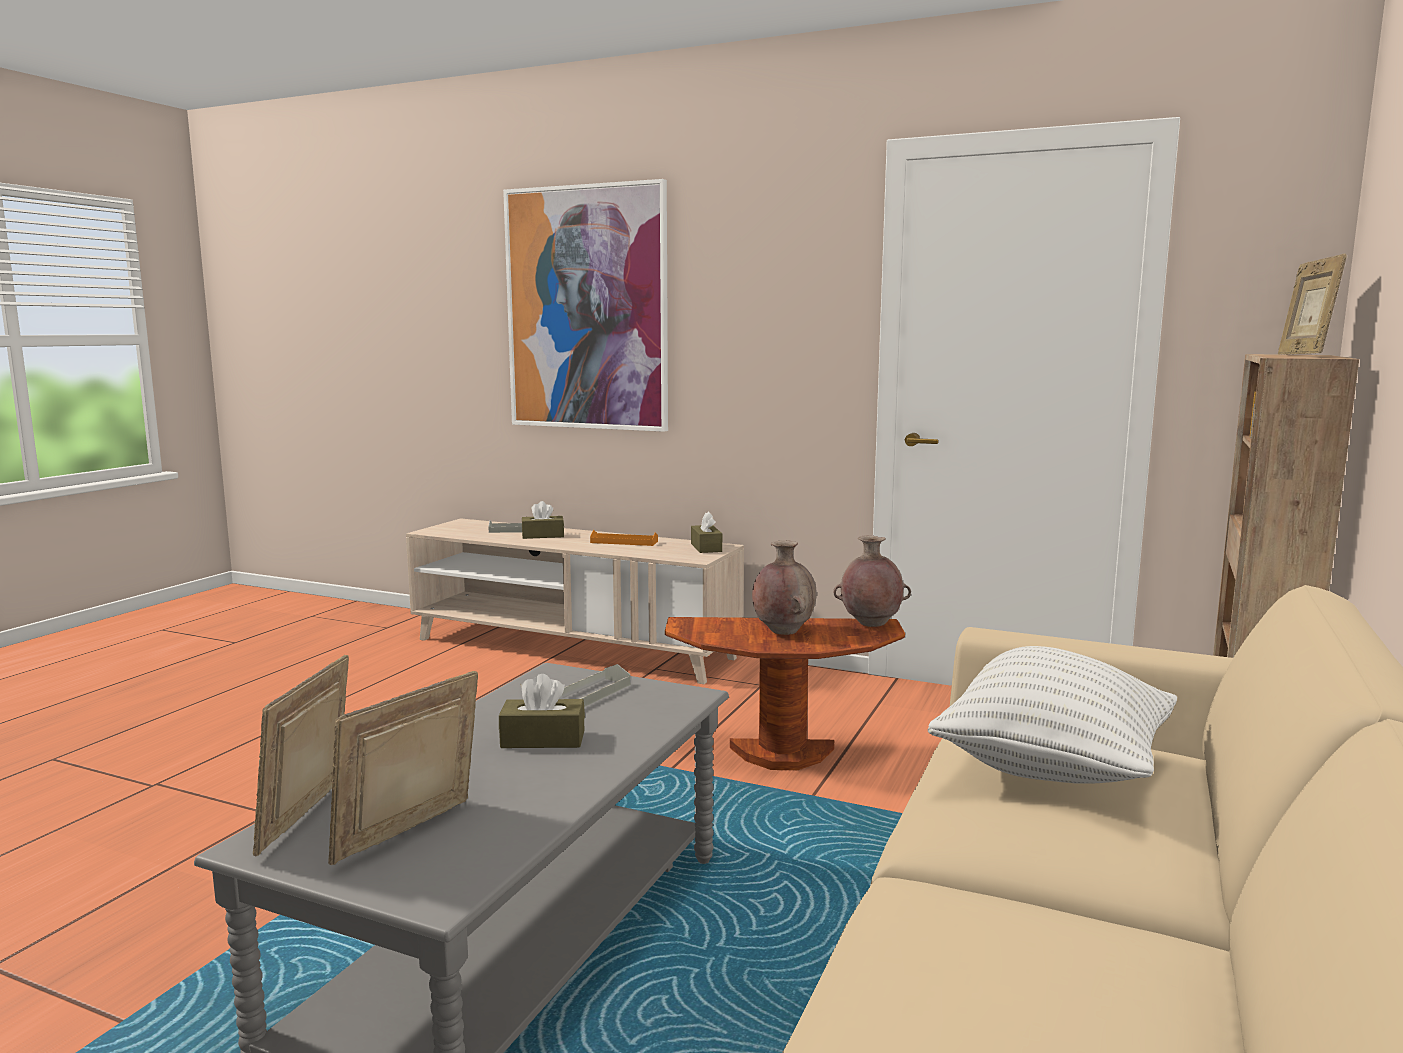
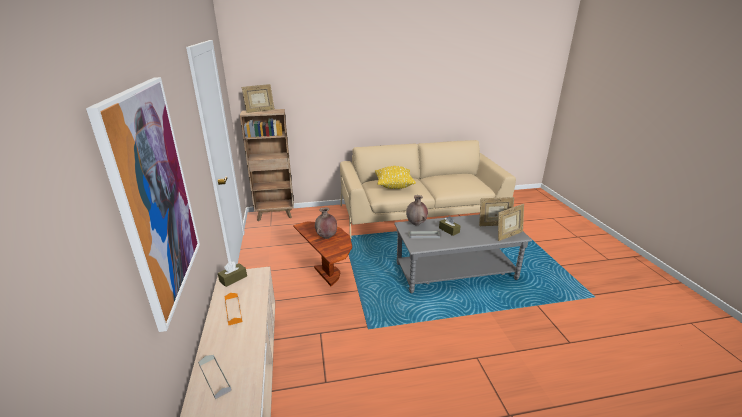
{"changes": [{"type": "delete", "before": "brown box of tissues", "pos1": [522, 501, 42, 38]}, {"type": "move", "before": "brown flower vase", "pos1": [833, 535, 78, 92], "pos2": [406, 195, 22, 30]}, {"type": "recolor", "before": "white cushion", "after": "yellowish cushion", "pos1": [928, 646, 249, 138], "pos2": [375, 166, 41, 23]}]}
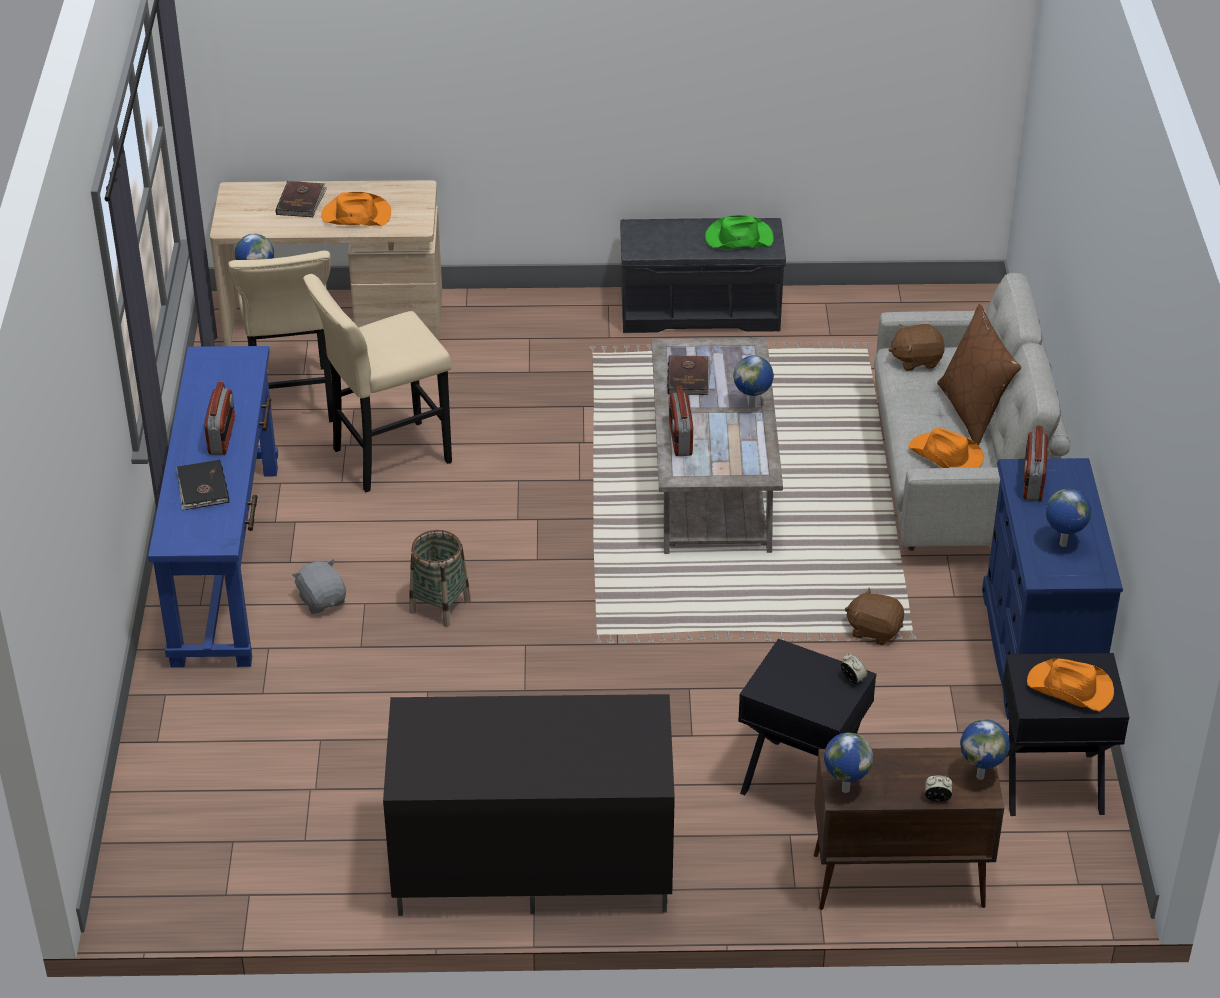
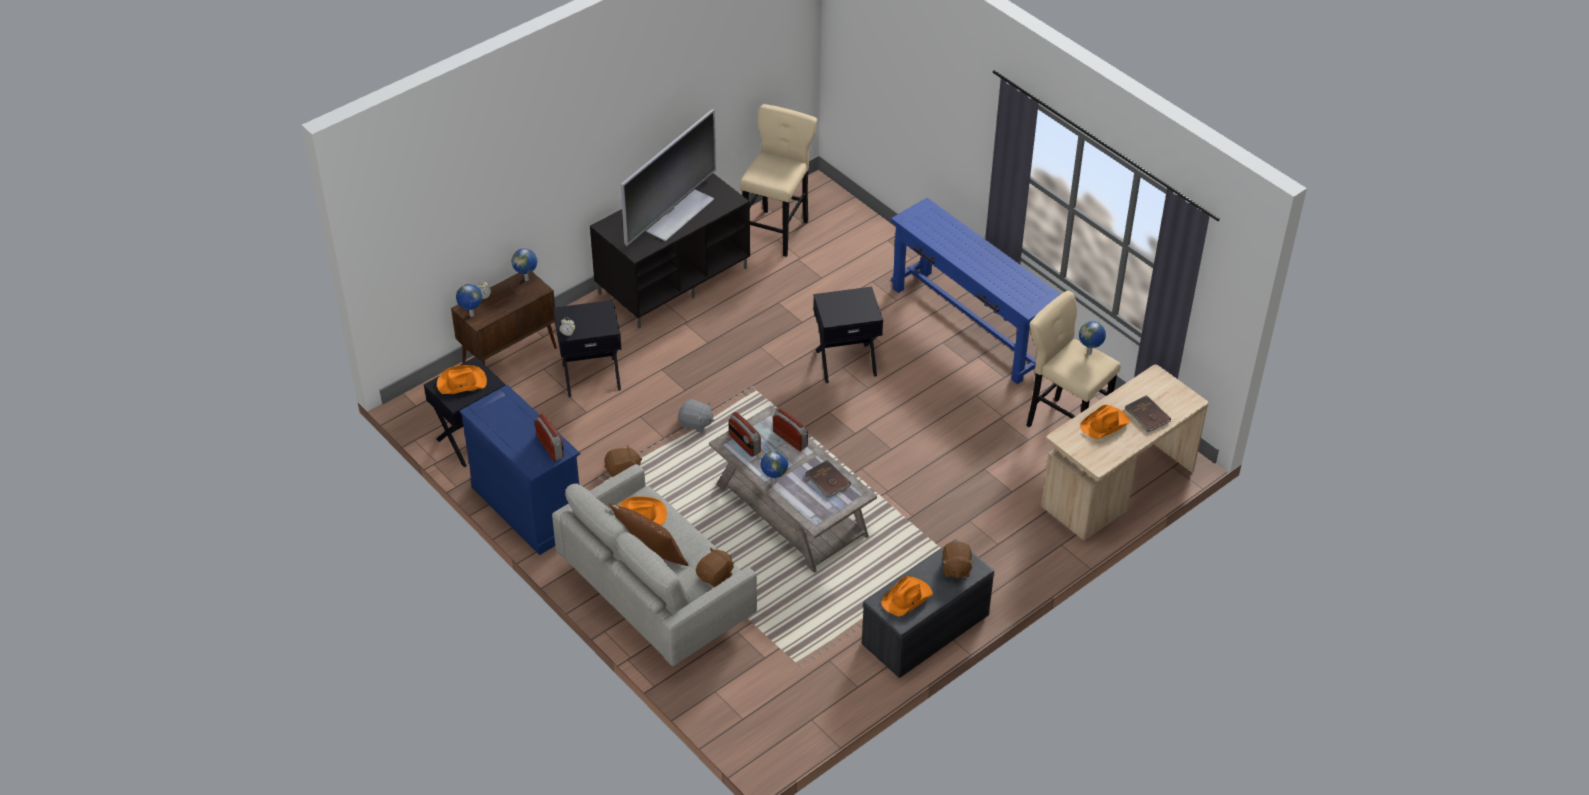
{"changes": [{"type": "delete", "before": "black bound book", "pos1": [176, 460, 53, 50]}, {"type": "delete", "before": "globe", "pos1": [1045, 489, 47, 58]}, {"type": "insert", "after": "television", "pos2": [621, 109, 95, 137]}, {"type": "insert", "after": "brown soft toy", "pos2": [942, 542, 32, 36]}, {"type": "move", "before": "radio", "pos1": [205, 382, 30, 73], "pos2": [729, 412, 32, 45]}, {"type": "move", "before": "gray soft toy", "pos1": [292, 559, 54, 55], "pos2": [678, 399, 36, 34]}, {"type": "move", "before": "sand-coloured sitting stool", "pos1": [303, 274, 149, 218], "pos2": [740, 104, 77, 153]}, {"type": "replace", "before": "basket", "after": "black end table", "pos1": [409, 530, 62, 97], "pos2": [813, 287, 70, 96]}, {"type": "recolor", "before": "green-coloured wearable hat", "after": "orange wearable hat", "pos1": [705, 215, 69, 34], "pos2": [881, 576, 52, 40]}]}
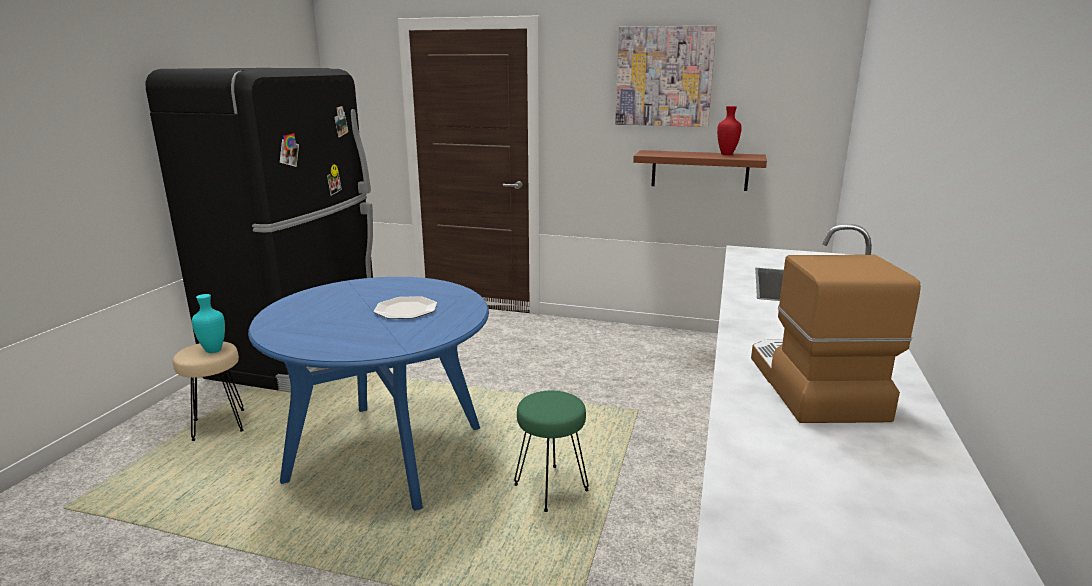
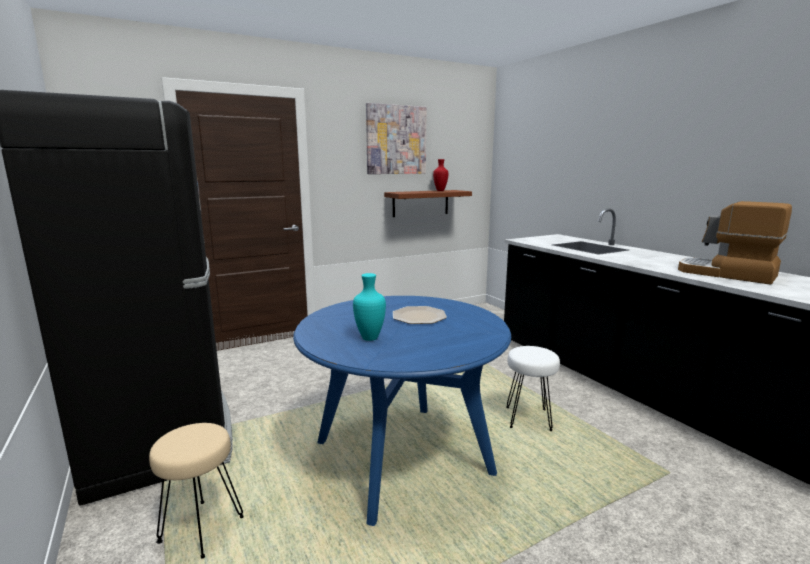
{"changes": [{"type": "move", "before": "blue-green flower vase", "pos1": [192, 294, 33, 59], "pos2": [353, 273, 33, 68]}, {"type": "recolor", "before": "green-coloured sitting stool", "after": "white sitting stool", "pos1": [514, 391, 75, 121], "pos2": [506, 346, 54, 85]}]}
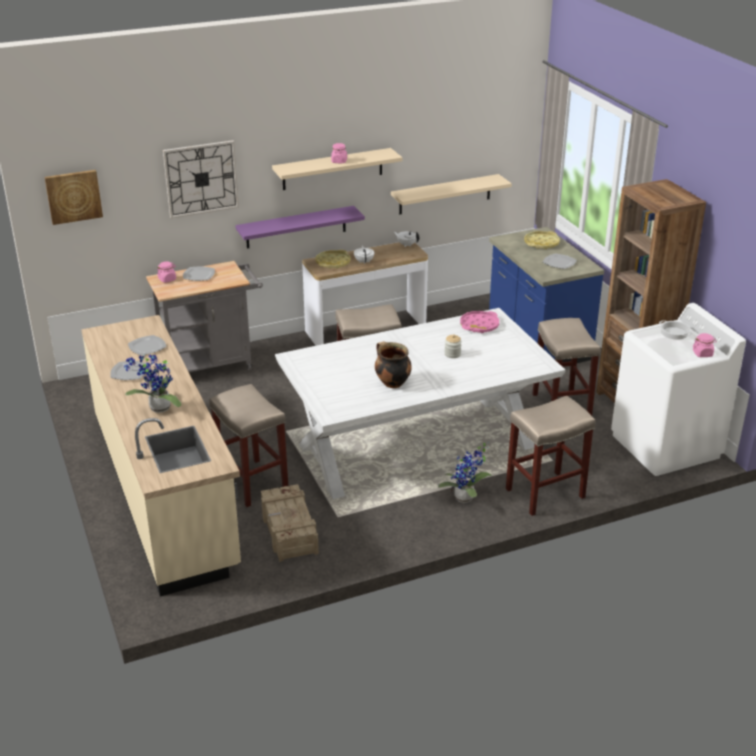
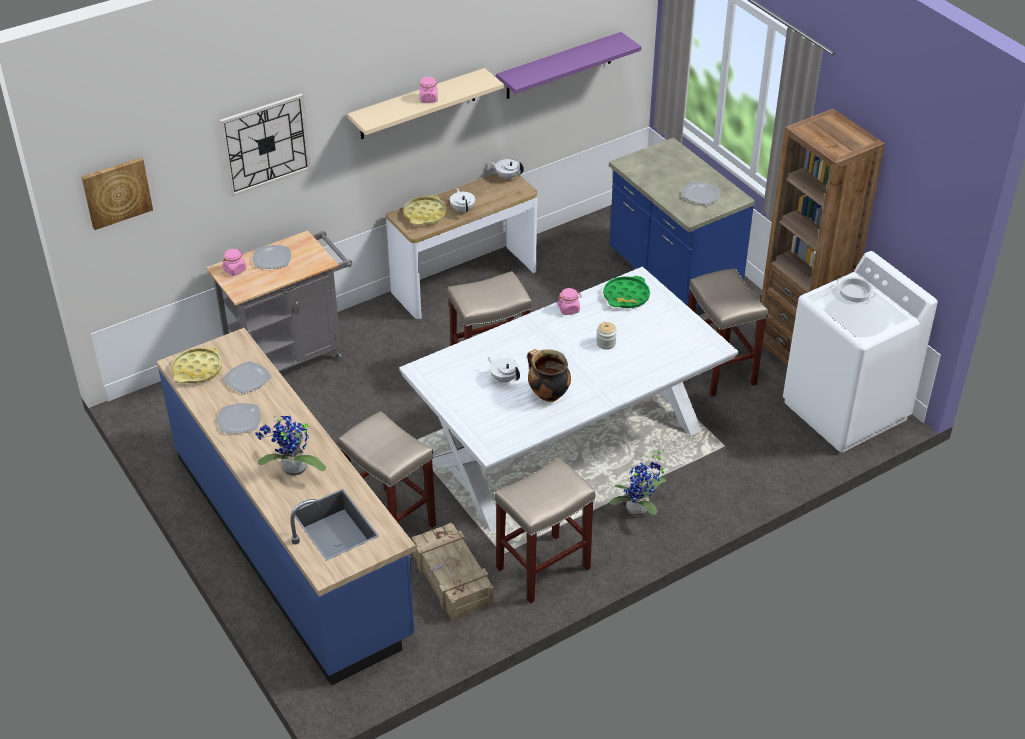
{"changes": [{"type": "delete", "before": "sand-coloured wall shelf", "pos1": [391, 174, 121, 40]}, {"type": "insert", "after": "white pot for tea", "pos2": [487, 357, 33, 25]}, {"type": "move", "before": "purple wall shelf", "pos1": [235, 206, 130, 43], "pos2": [496, 32, 145, 67]}, {"type": "move", "before": "sand-coloured sitting stool", "pos1": [506, 396, 89, 120], "pos2": [495, 458, 100, 145]}, {"type": "move", "before": "yellowish tray", "pos1": [524, 231, 36, 18], "pos2": [172, 347, 50, 37]}, {"type": "move", "before": "pink storage jar", "pos1": [693, 333, 24, 24], "pos2": [557, 288, 25, 27]}, {"type": "recolor", "before": "sand-coloured kitchen counter", "after": "blue-coloured kitchen counter", "pos1": [81, 315, 160, 282], "pos2": [156, 328, 260, 357]}, {"type": "recolor", "before": "pink tray", "after": "green-coloured tray", "pos1": [460, 311, 39, 22], "pos2": [603, 276, 47, 32]}]}
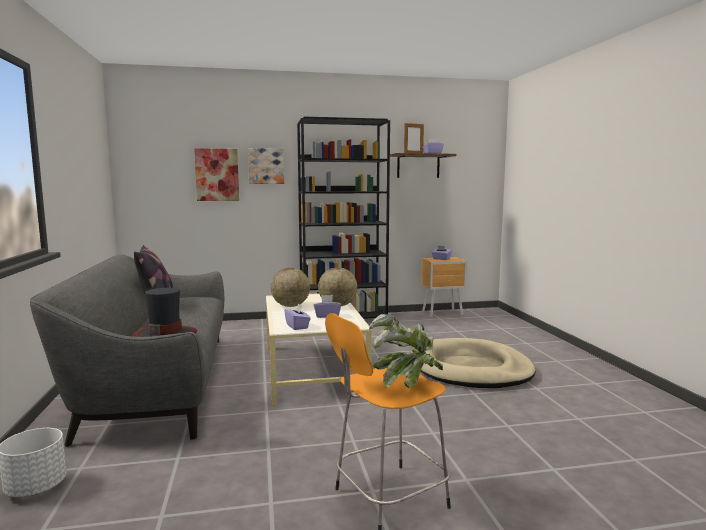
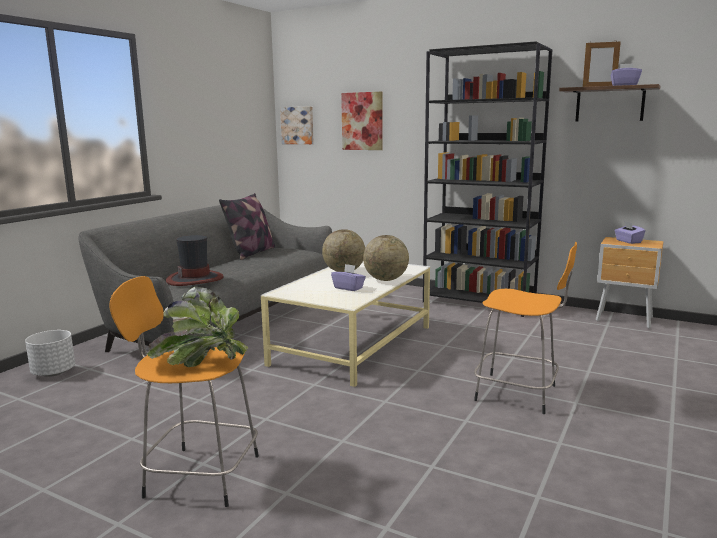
{"changes": [{"type": "delete", "before": "purple box of tissues", "pos1": [284, 303, 27, 27]}, {"type": "move", "before": "wall art", "pos1": [248, 148, 36, 36], "pos2": [280, 107, 34, 37]}, {"type": "replace", "before": "sand-coloured pet bed", "after": "orange sitting stool", "pos1": [411, 338, 125, 50], "pos2": [474, 242, 103, 172]}]}
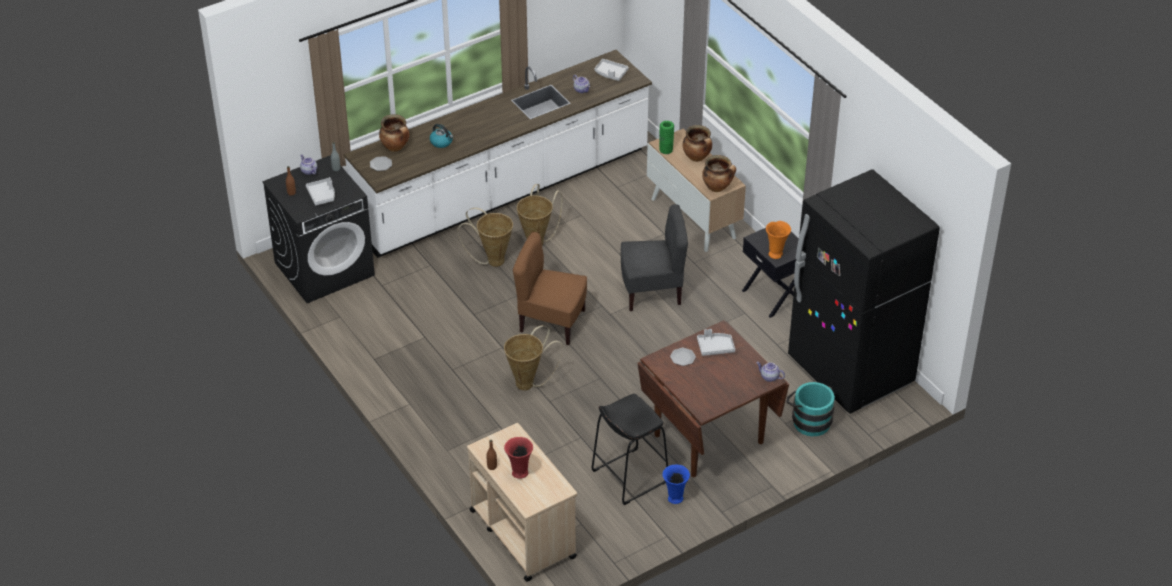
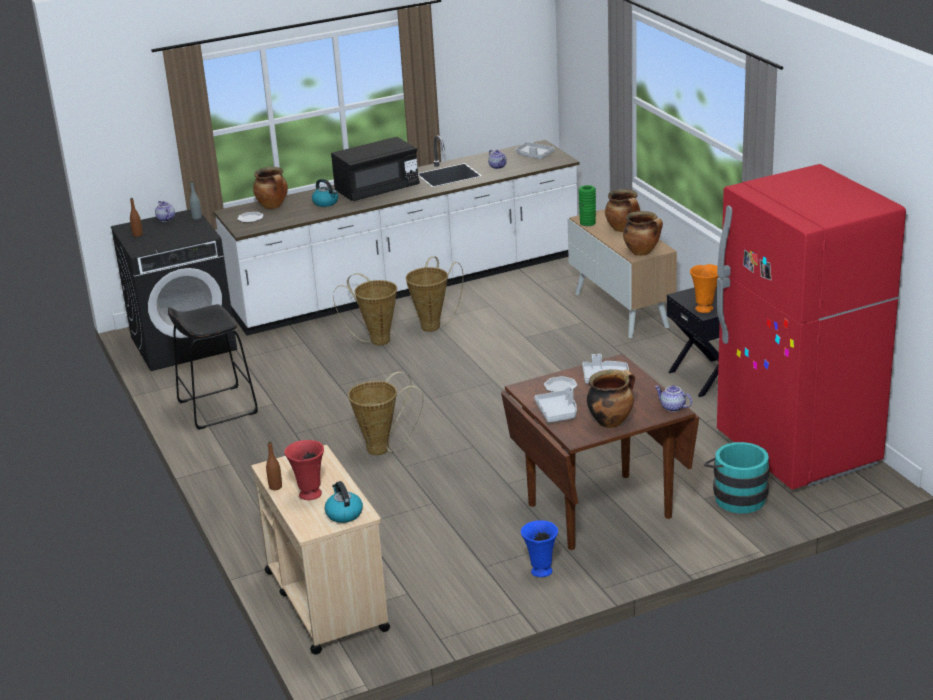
{"changes": [{"type": "delete", "before": "brown upright chair", "pos1": [513, 232, 74, 113]}, {"type": "delete", "before": "gray upright chair", "pos1": [621, 204, 67, 107]}, {"type": "insert", "after": "water kettle", "pos2": [325, 481, 38, 42]}, {"type": "insert", "after": "black microwave", "pos2": [331, 137, 89, 64]}, {"type": "insert", "after": "saucepot", "pos2": [587, 369, 48, 59]}, {"type": "move", "before": "gray tray", "pos1": [306, 177, 29, 29], "pos2": [534, 387, 43, 36]}, {"type": "move", "before": "black sitting stool", "pos1": [592, 394, 76, 111], "pos2": [168, 304, 90, 126]}, {"type": "recolor", "before": "black fridge", "after": "reddish fridge", "pos1": [788, 169, 152, 245], "pos2": [717, 164, 189, 326]}]}
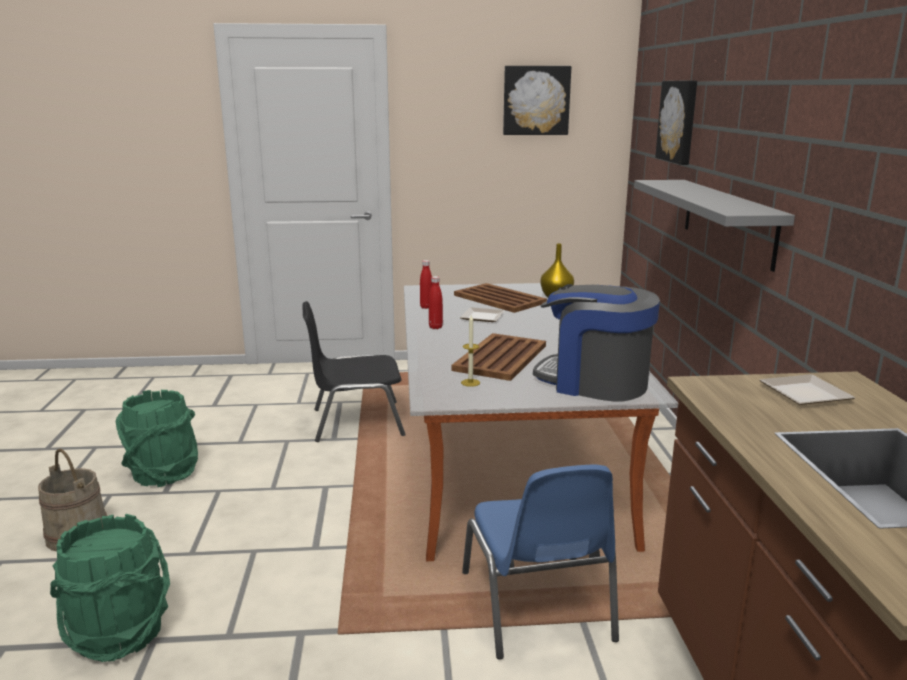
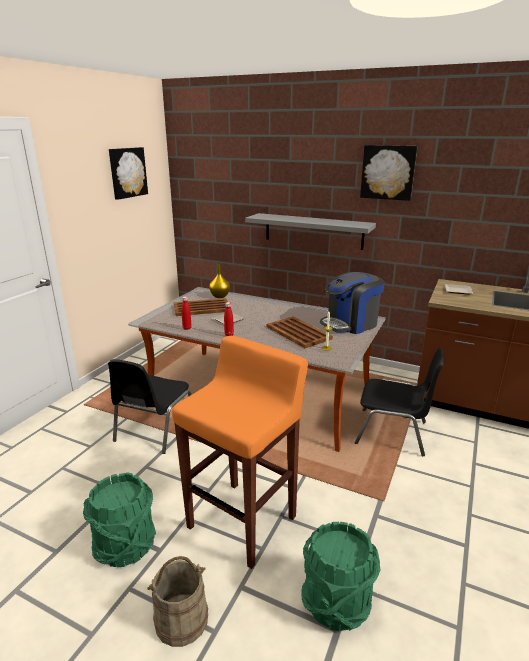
{"changes": [{"type": "insert", "after": "orange sitting stool", "pos2": [172, 336, 136, 233]}, {"type": "move", "before": "wall art", "pos1": [655, 80, 42, 85], "pos2": [360, 145, 57, 56]}, {"type": "recolor", "before": "blue-coloured upright chair", "after": "black upright chair", "pos1": [462, 465, 157, 194], "pos2": [354, 348, 90, 108]}]}
